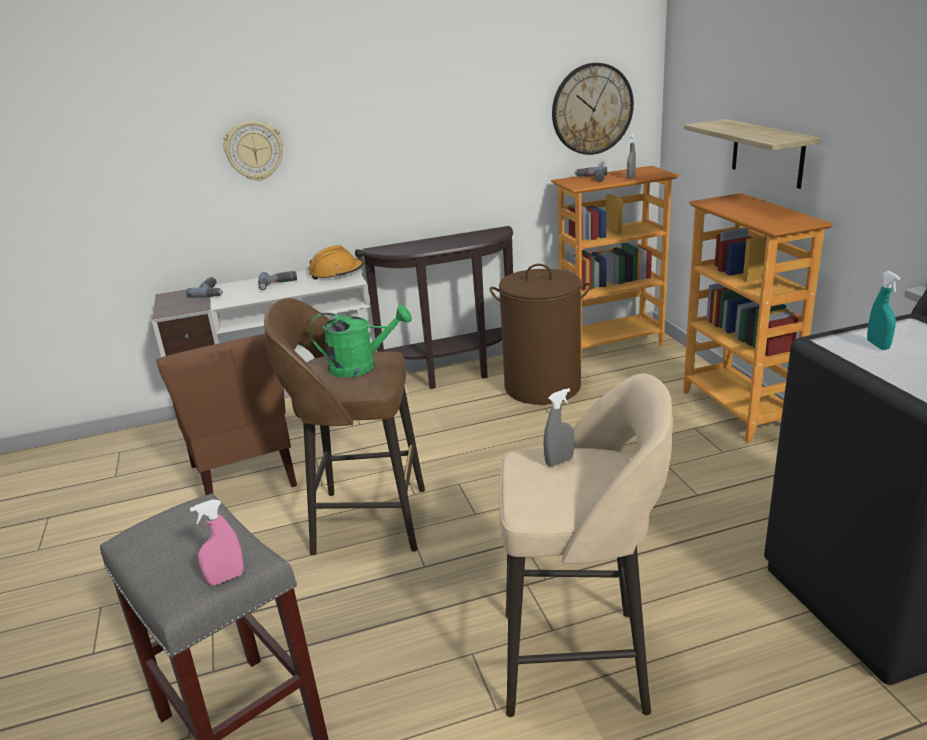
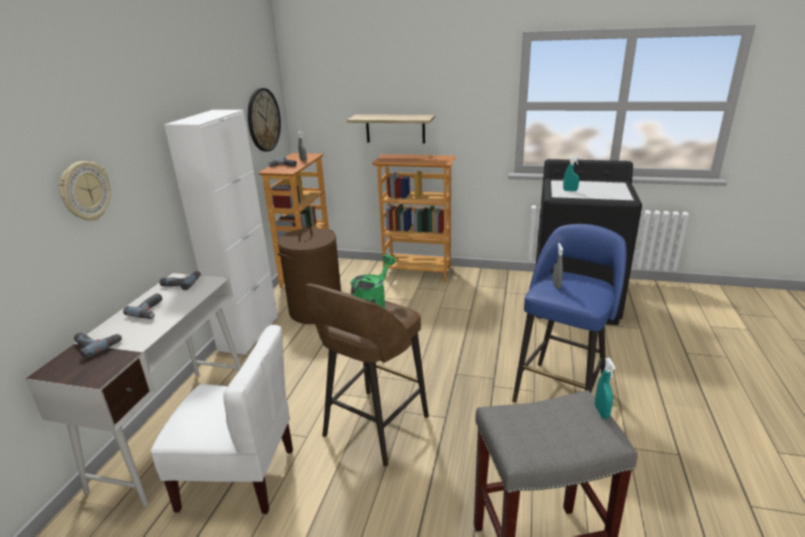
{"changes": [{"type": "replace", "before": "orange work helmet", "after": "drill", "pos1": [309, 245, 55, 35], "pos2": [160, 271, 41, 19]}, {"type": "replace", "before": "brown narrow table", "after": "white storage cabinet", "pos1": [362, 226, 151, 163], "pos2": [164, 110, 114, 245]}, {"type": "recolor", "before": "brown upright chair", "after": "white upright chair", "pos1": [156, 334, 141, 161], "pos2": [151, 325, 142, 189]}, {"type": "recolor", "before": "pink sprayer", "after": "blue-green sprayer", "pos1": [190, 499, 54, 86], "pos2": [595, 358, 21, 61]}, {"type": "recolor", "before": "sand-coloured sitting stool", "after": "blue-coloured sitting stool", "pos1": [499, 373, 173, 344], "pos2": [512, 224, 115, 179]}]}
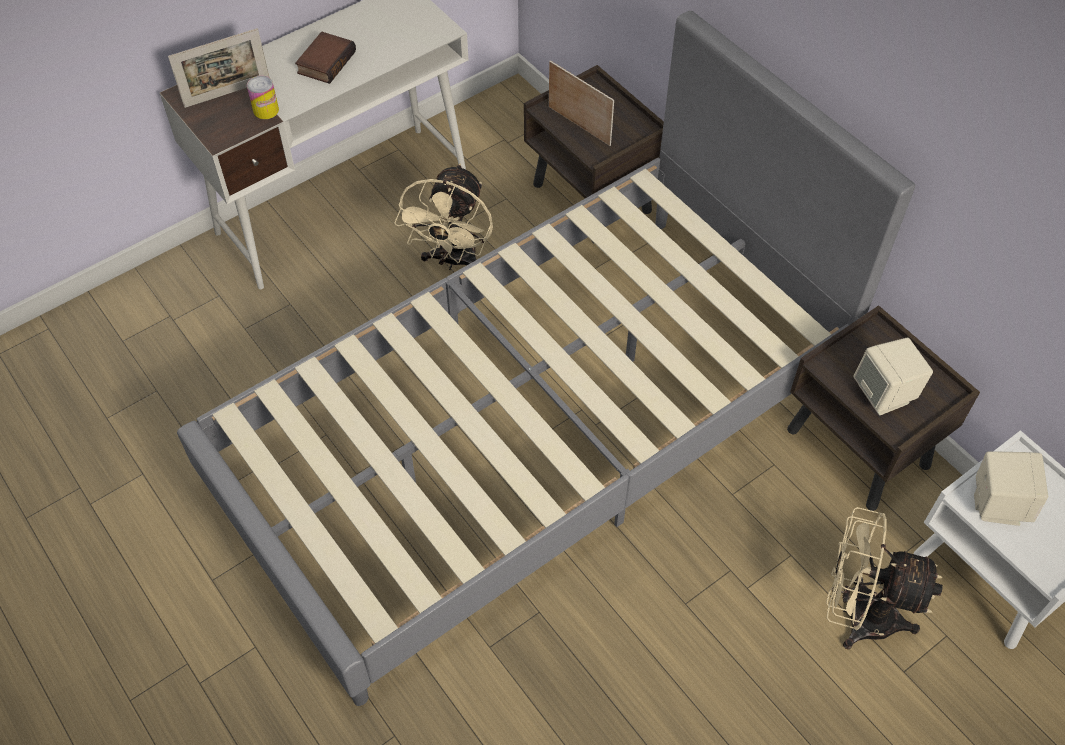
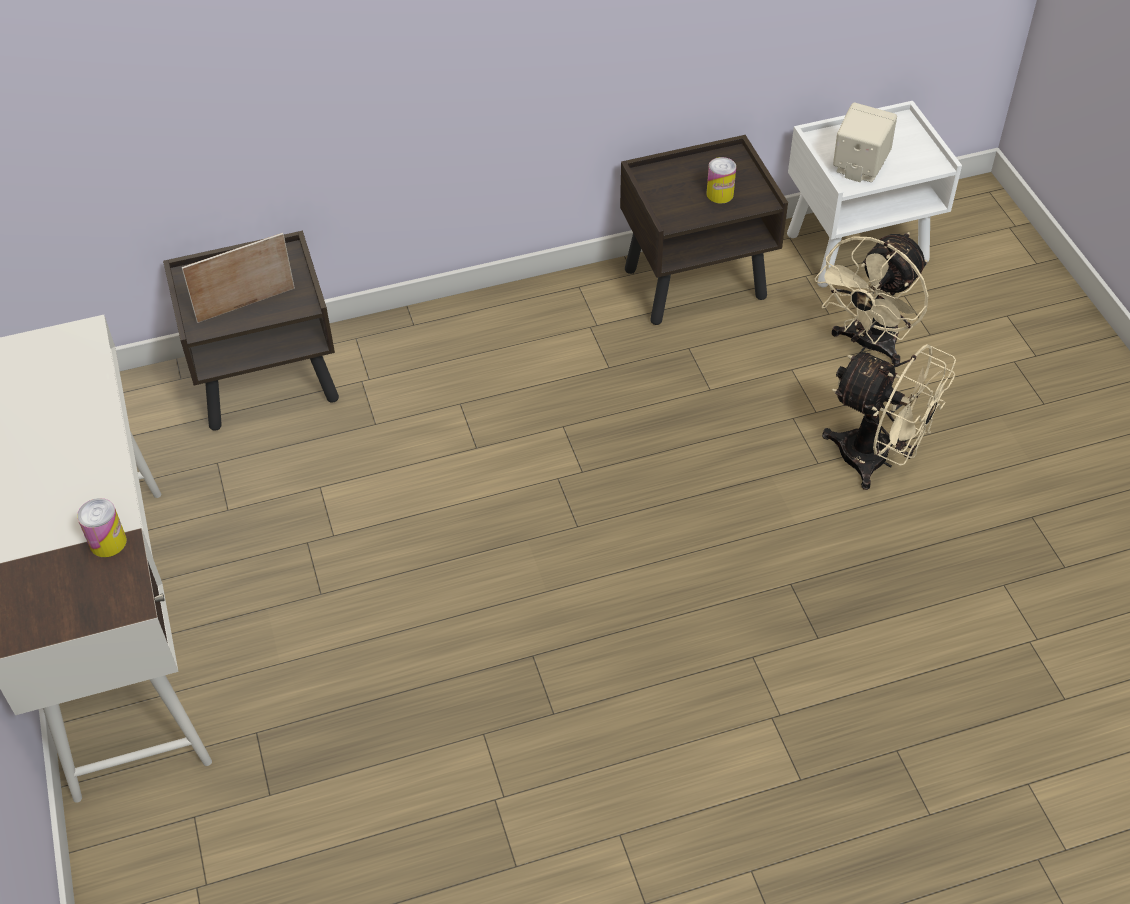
{"changes": [{"type": "delete", "before": "photo frame", "pos1": [168, 28, 102, 80]}, {"type": "delete", "before": "gray sleeping bed", "pos1": [177, 11, 738, 695]}, {"type": "delete", "before": "bound book", "pos1": [295, 32, 61, 52]}, {"type": "move", "before": "sand-coloured cooling fan", "pos1": [394, 163, 99, 107], "pos2": [822, 344, 134, 146]}, {"type": "replace", "before": "sand-coloured audio speaker", "after": "sealed can", "pos1": [853, 338, 80, 77], "pos2": [706, 157, 30, 47]}]}
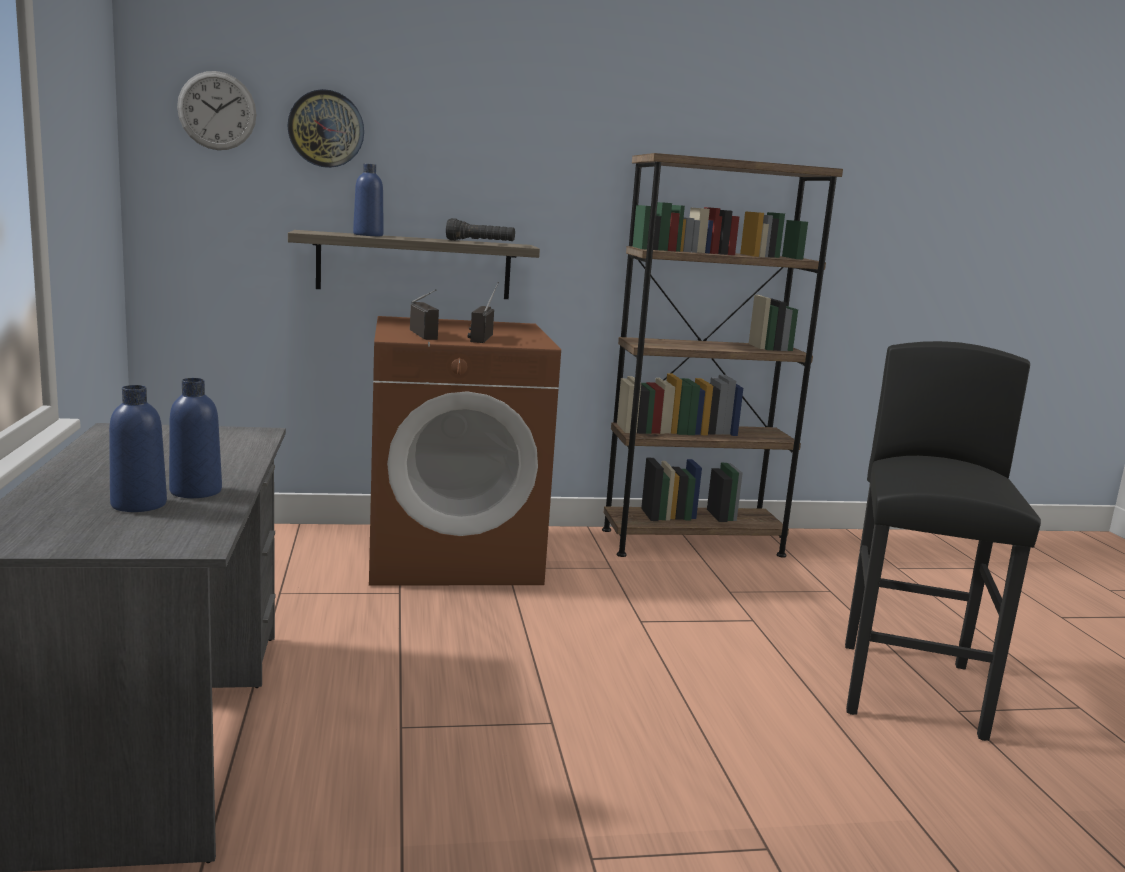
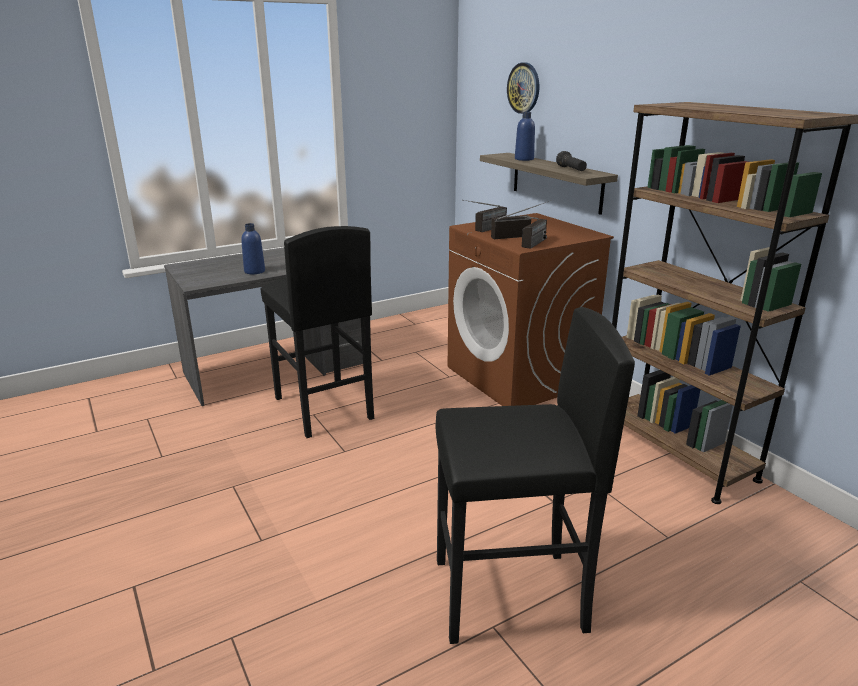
{"changes": [{"type": "delete", "before": "blue-coloured beverage bottle", "pos1": [109, 385, 58, 127]}, {"type": "delete", "before": "clock on the wall", "pos1": [177, 71, 79, 79]}, {"type": "insert", "after": "black sitting stool", "pos2": [260, 226, 114, 212]}, {"type": "insert", "after": "radio", "pos2": [515, 215, 32, 34]}]}
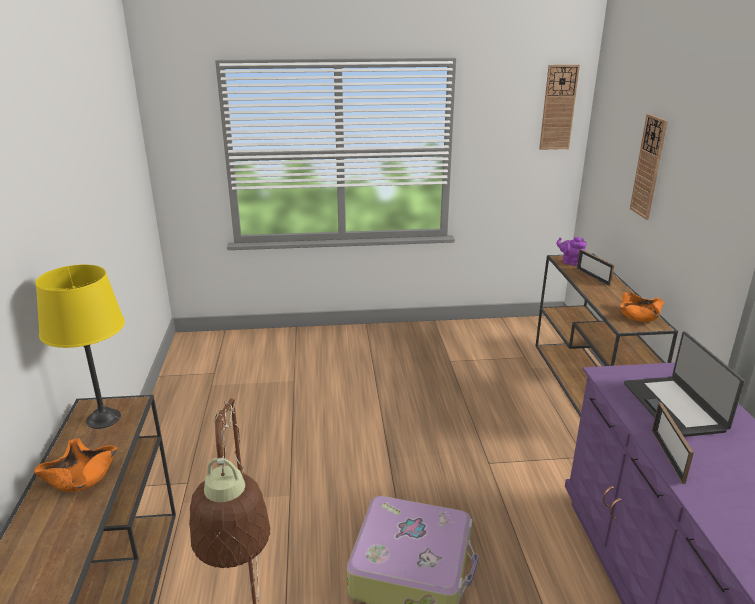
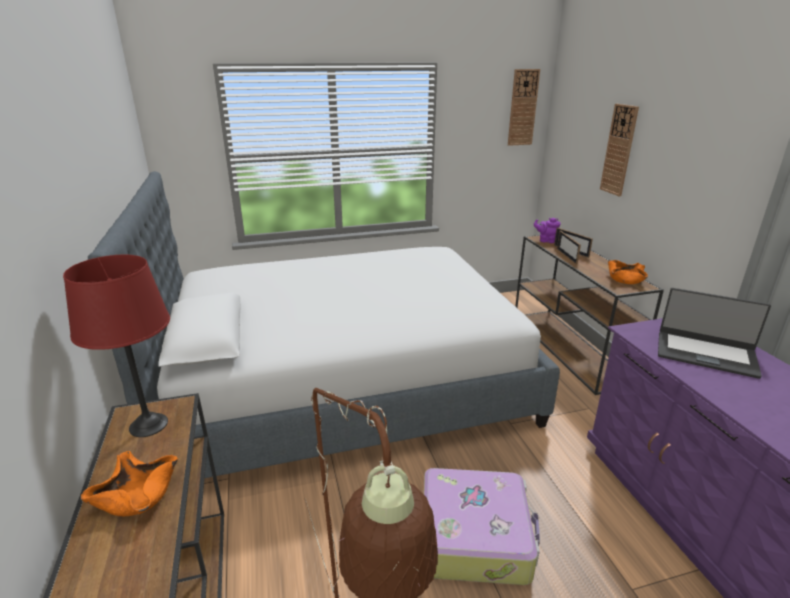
{"changes": [{"type": "insert", "after": "sleeping bed", "pos2": [88, 171, 472, 307]}, {"type": "move", "before": "photo frame", "pos1": [652, 402, 42, 82], "pos2": [557, 231, 24, 33]}, {"type": "recolor", "before": "yellowish table lamp", "after": "reddish table lamp", "pos1": [35, 265, 90, 164], "pos2": [63, 255, 107, 182]}, {"type": "rotate", "before": "notebook computer", "pos1": [624, 331, 121, 106], "pos2": [658, 288, 113, 91], "turn": -45}]}
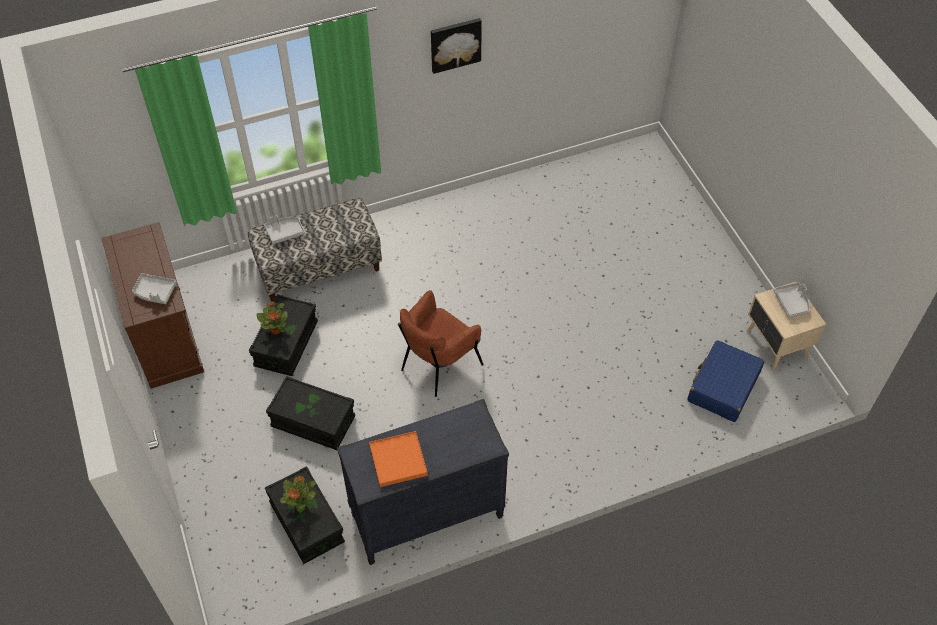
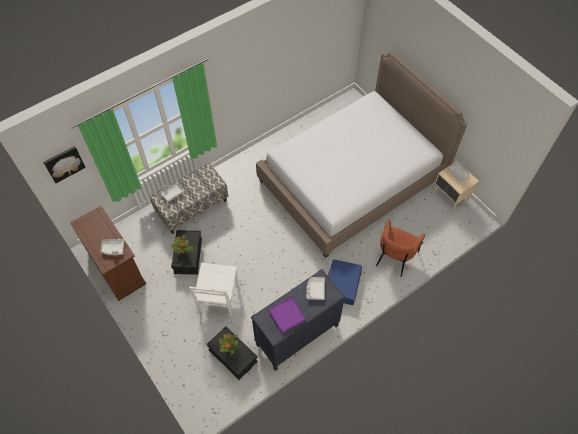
{"changes": [{"type": "insert", "after": "sleeping bed", "pos2": [256, 51, 211, 207]}, {"type": "insert", "after": "gray tray", "pos2": [307, 277, 18, 23]}, {"type": "move", "before": "brown armchair", "pos1": [398, 290, 86, 107], "pos2": [376, 219, 49, 58]}, {"type": "move", "before": "wall art", "pos1": [431, 18, 51, 56], "pos2": [43, 146, 43, 37]}, {"type": "move", "before": "blue-coloured travel case", "pos1": [687, 340, 77, 82], "pos2": [328, 259, 34, 46]}, {"type": "replace", "before": "black storage bin", "after": "white upright chair", "pos1": [266, 376, 89, 74], "pos2": [189, 263, 49, 53]}, {"type": "recolor", "before": "orange tray", "after": "purple tray", "pos1": [369, 431, 59, 56], "pos2": [268, 297, 38, 36]}]}
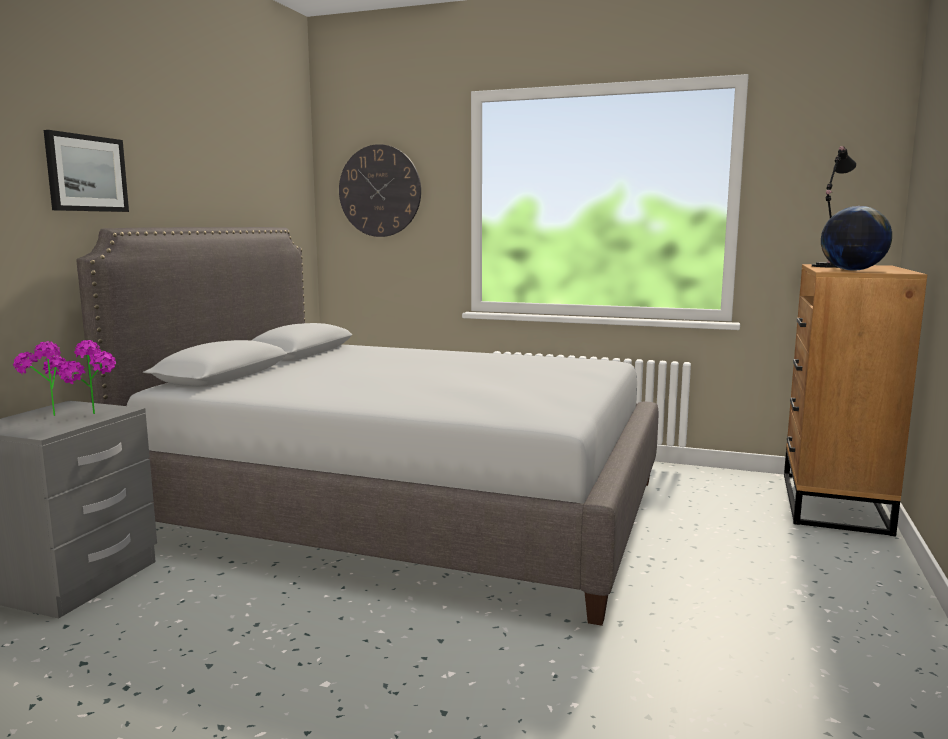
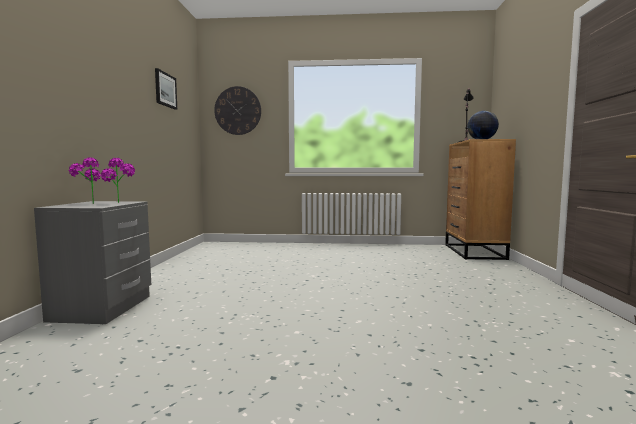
{"changes": [{"type": "delete", "before": "gray sleeping bed", "pos1": [77, 227, 581, 399]}, {"type": "move", "before": "wall art", "pos1": [44, 130, 85, 82], "pos2": [155, 68, 22, 42]}]}
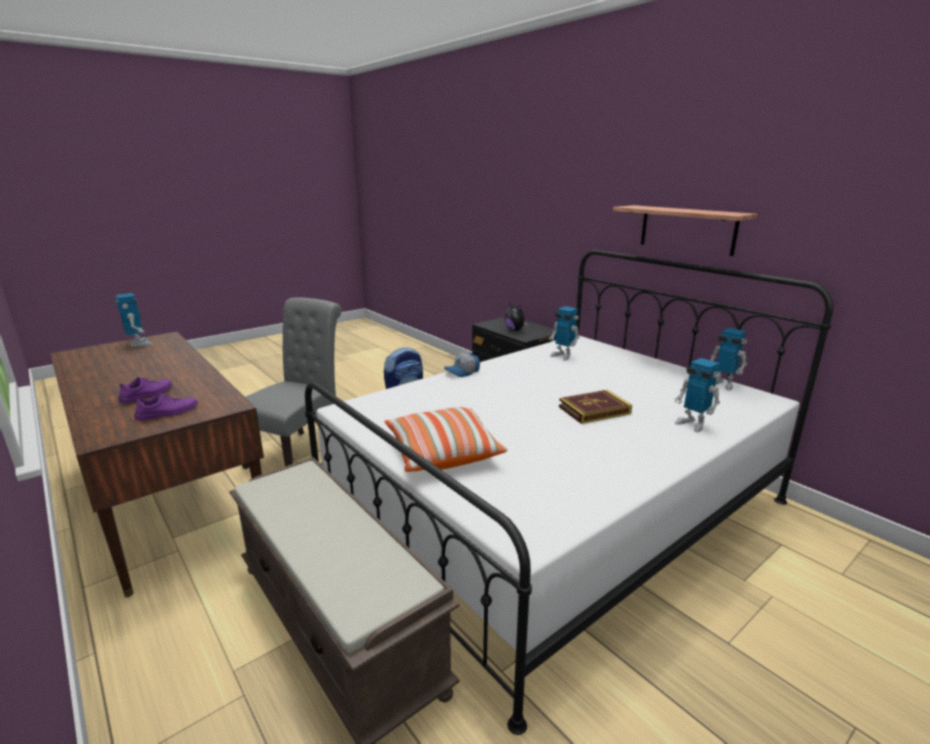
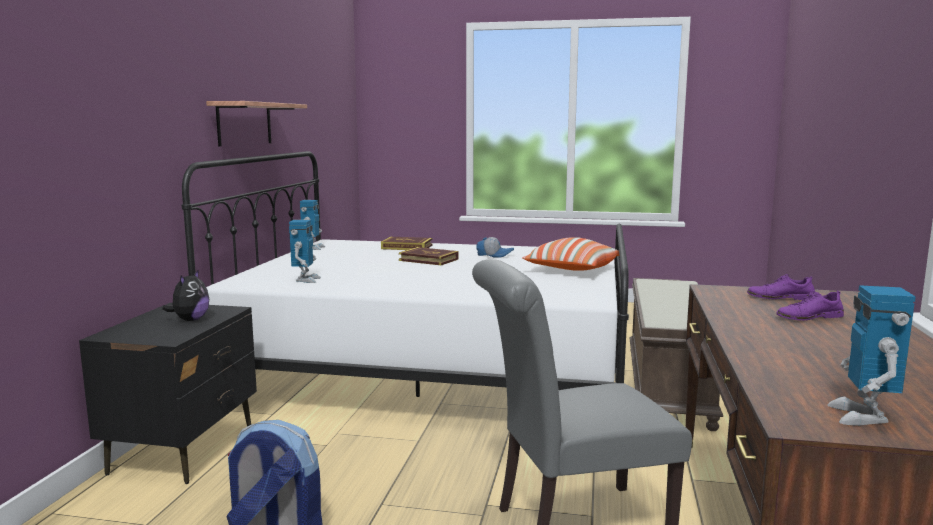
{"changes": [{"type": "move", "before": "cap", "pos1": [444, 353, 36, 24], "pos2": [476, 237, 38, 21]}, {"type": "replace", "before": "model robot", "after": "bound book", "pos1": [675, 358, 45, 74], "pos2": [381, 237, 52, 13]}]}
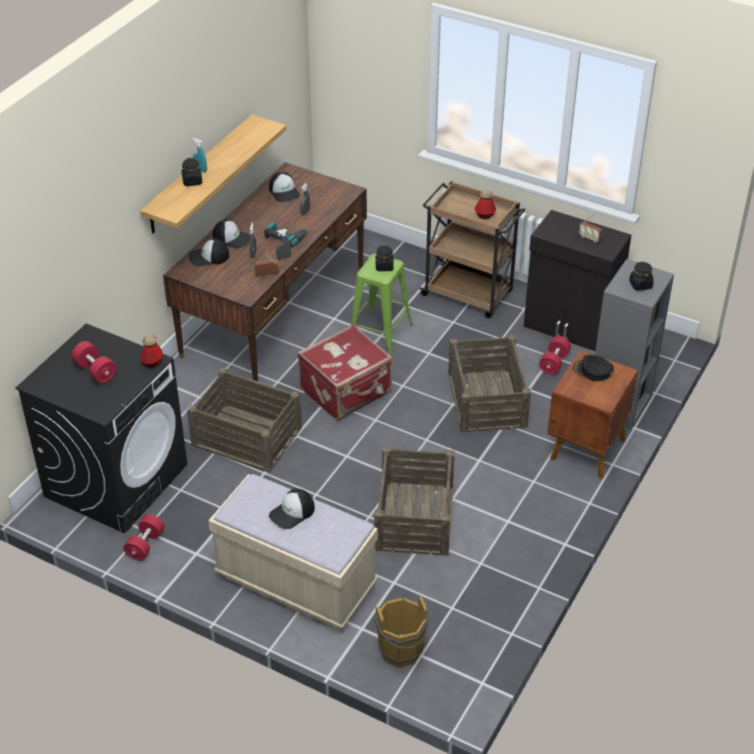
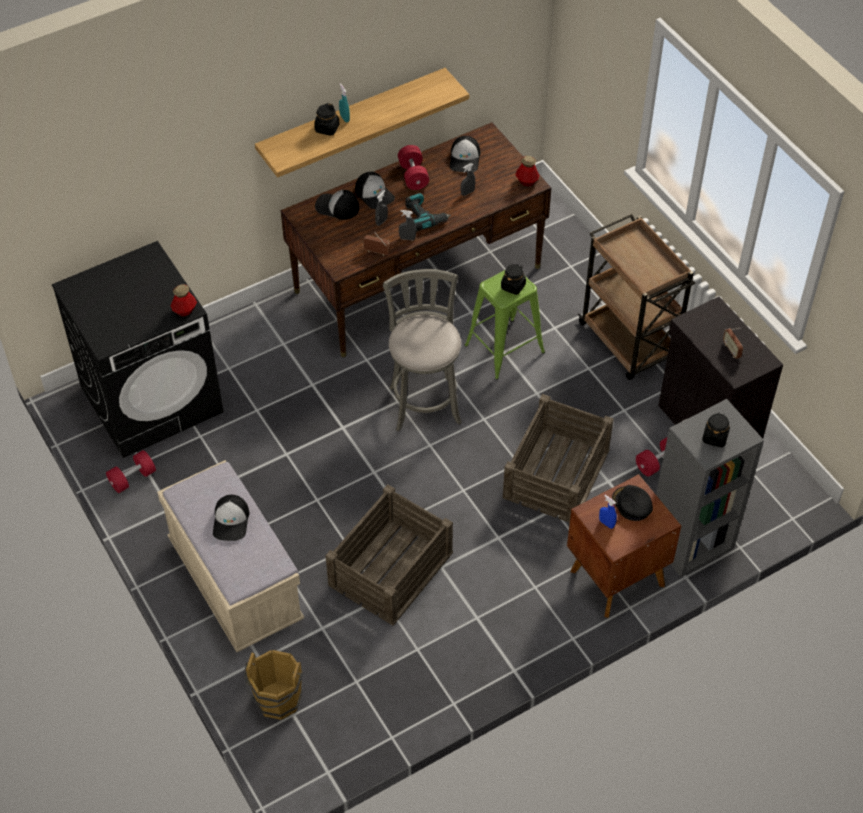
{"changes": [{"type": "delete", "before": "shipping crate", "pos1": [187, 368, 115, 105]}, {"type": "insert", "after": "blue-coloured sprayer", "pos2": [599, 495, 18, 34]}, {"type": "move", "before": "reddish hand weight", "pos1": [72, 341, 45, 42], "pos2": [398, 145, 31, 45]}, {"type": "move", "before": "beverage bottle", "pos1": [475, 190, 21, 29], "pos2": [516, 156, 23, 30]}, {"type": "replace", "before": "reddish travel case", "after": "gray sitting stool", "pos1": [297, 324, 96, 97], "pos2": [383, 269, 79, 162]}, {"type": "rotate", "before": "cap", "pos1": [269, 489, 46, 40], "pos2": [213, 495, 36, 46], "turn": -75}]}
